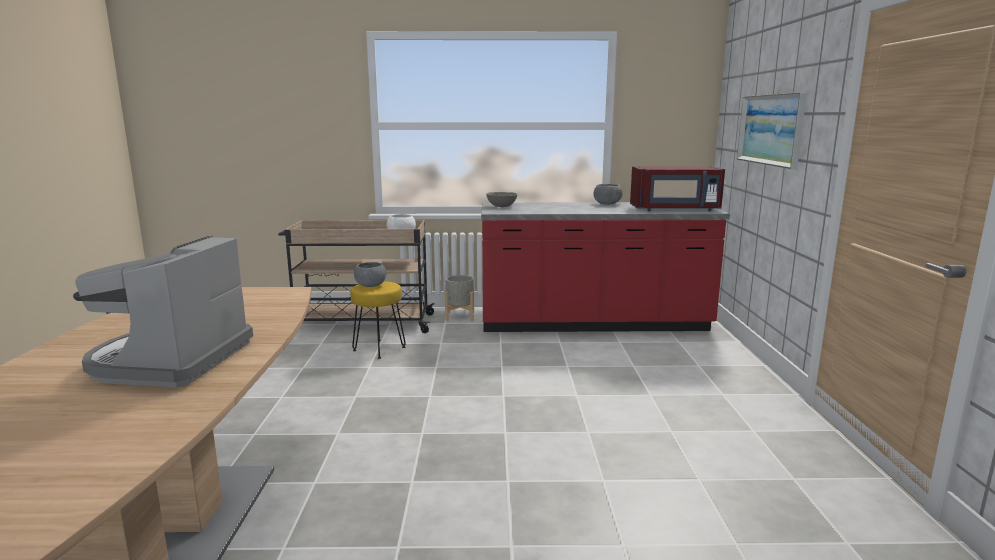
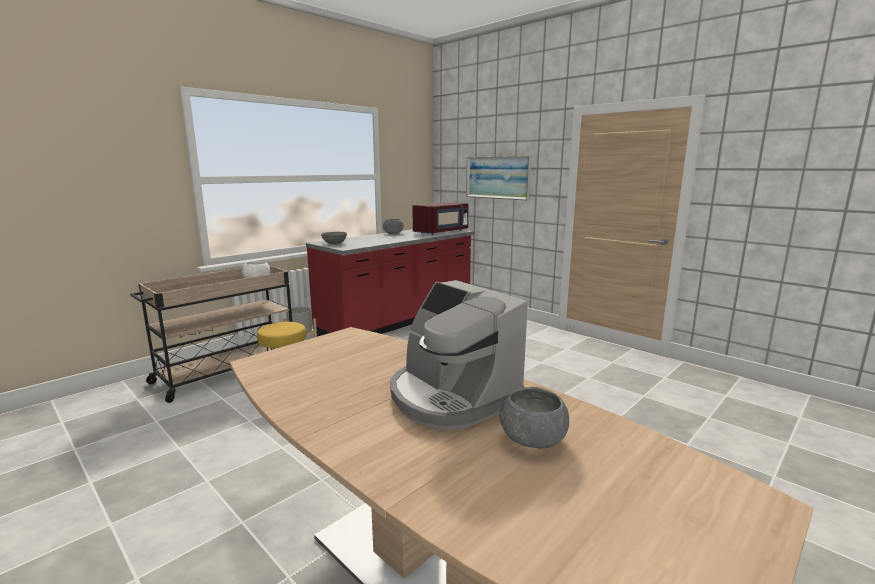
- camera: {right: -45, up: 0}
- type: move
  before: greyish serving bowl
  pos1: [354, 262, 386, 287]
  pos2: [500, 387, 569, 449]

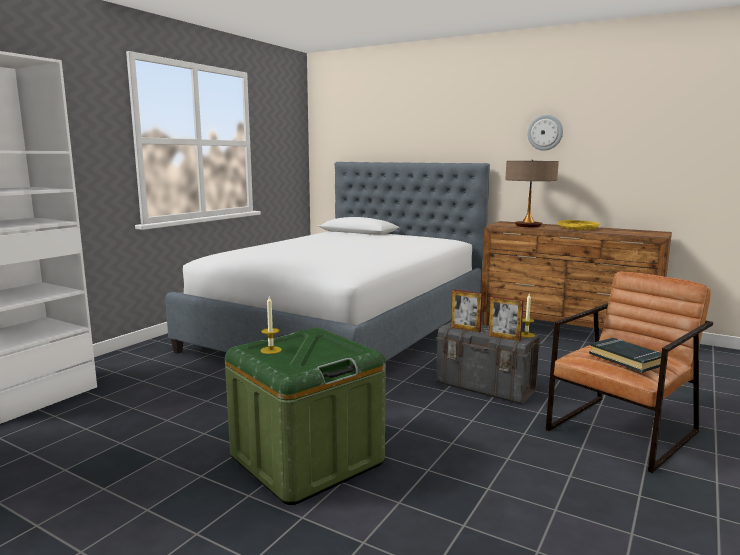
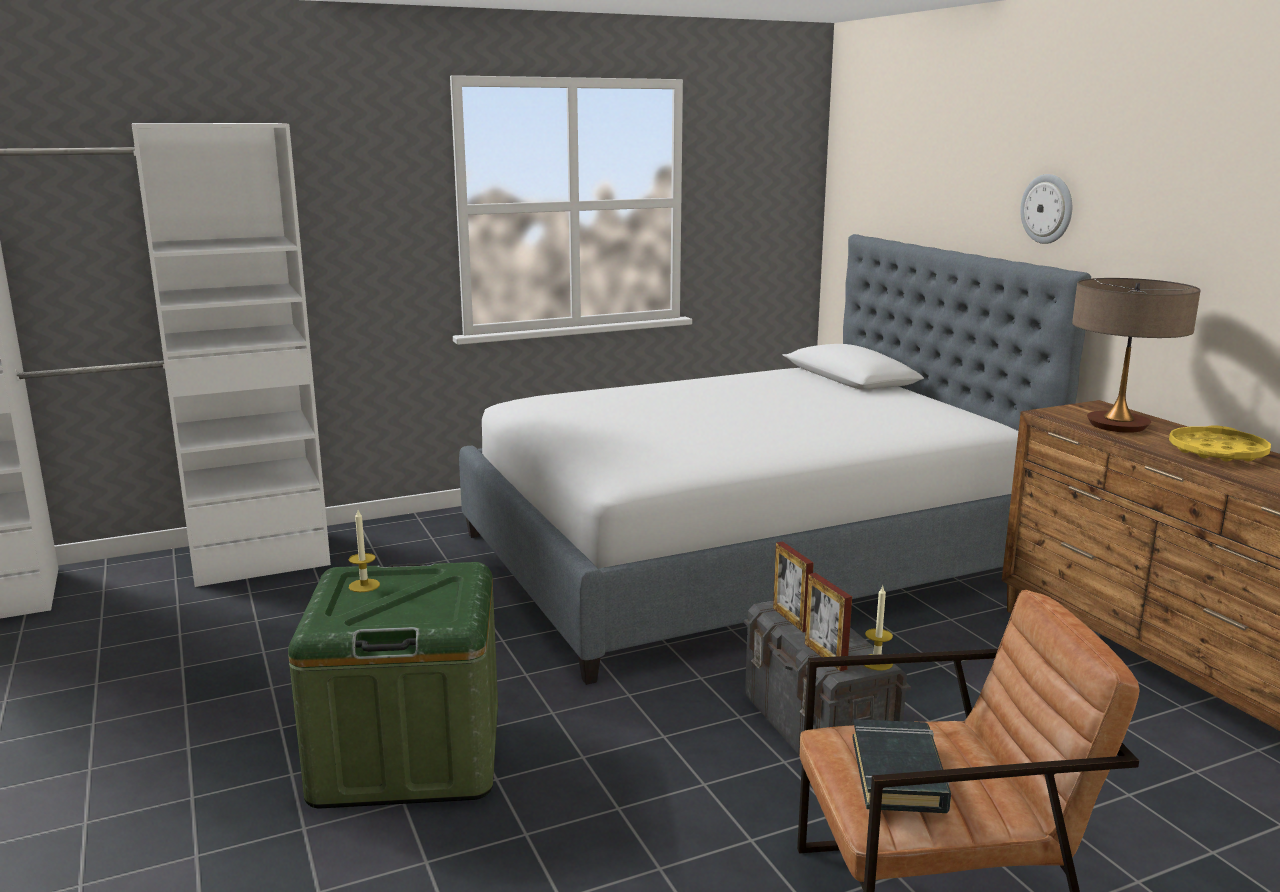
- camera: {right: 35, up: 5}
- type: move
  before: hanging clock
  pos1: [528, 115, 563, 151]
  pos2: [1020, 174, 1072, 244]

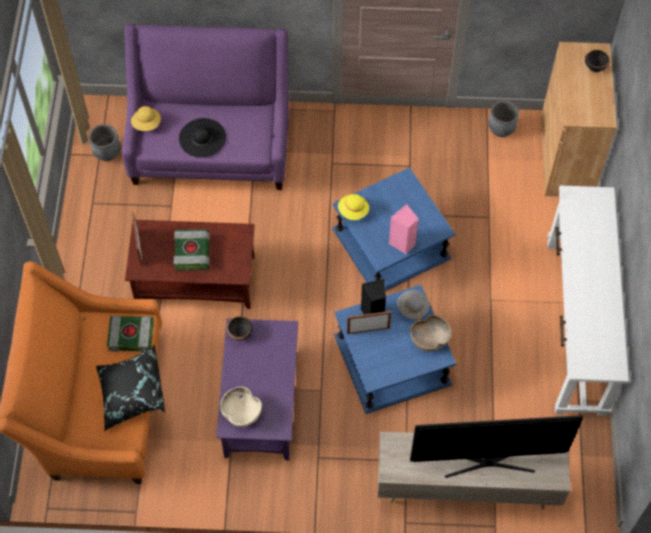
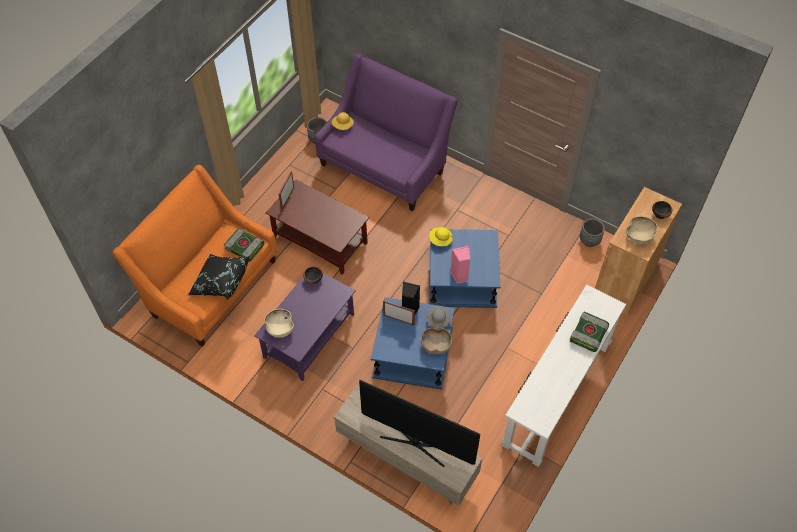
- camera: {right: 30, up: -5}
- type: delete
  before: black-coloured wearable hat
  pos1: [179, 118, 226, 157]
- type: insert
  after: beige serving bowl
  pos2: [626, 216, 658, 244]
- type: move
  before: bound book
  pos1: [173, 229, 210, 271]
  pos2: [570, 311, 609, 352]

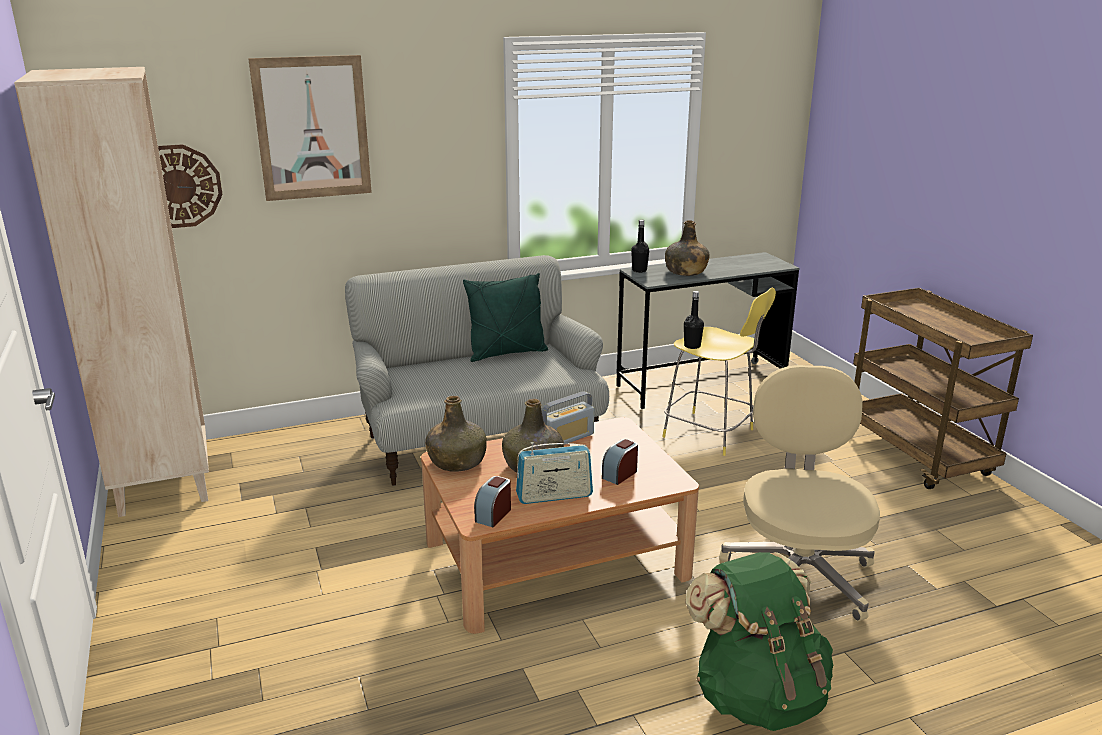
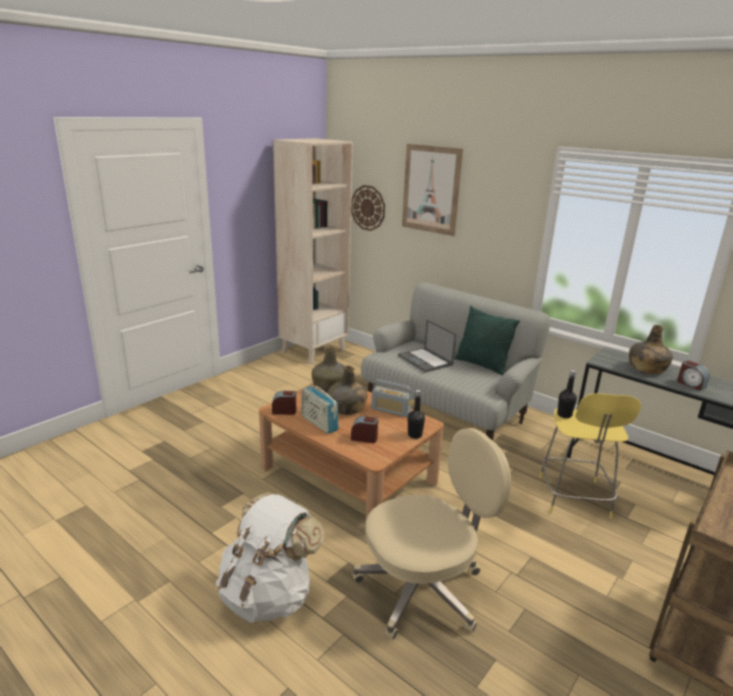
- camera: {right: 60, up: 0}
- type: insert
  after: laptop
  pos2: [398, 320, 456, 373]
- type: insert
  after: alarm clock
  pos2: [677, 361, 710, 391]
- type: move
  before: black-coloured bottle
  pos1: [631, 220, 649, 273]
  pos2: [408, 390, 425, 439]
- type: recolor
  before: green backpack
  after: white-coloured backpack
  pos1: [686, 552, 833, 731]
  pos2: [216, 492, 324, 623]

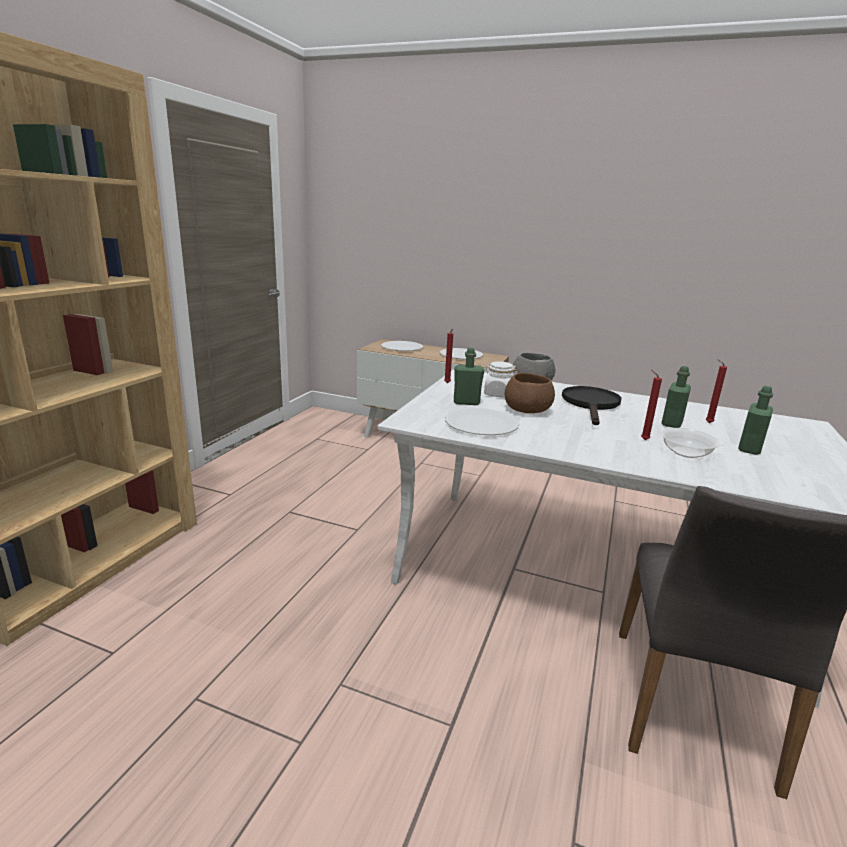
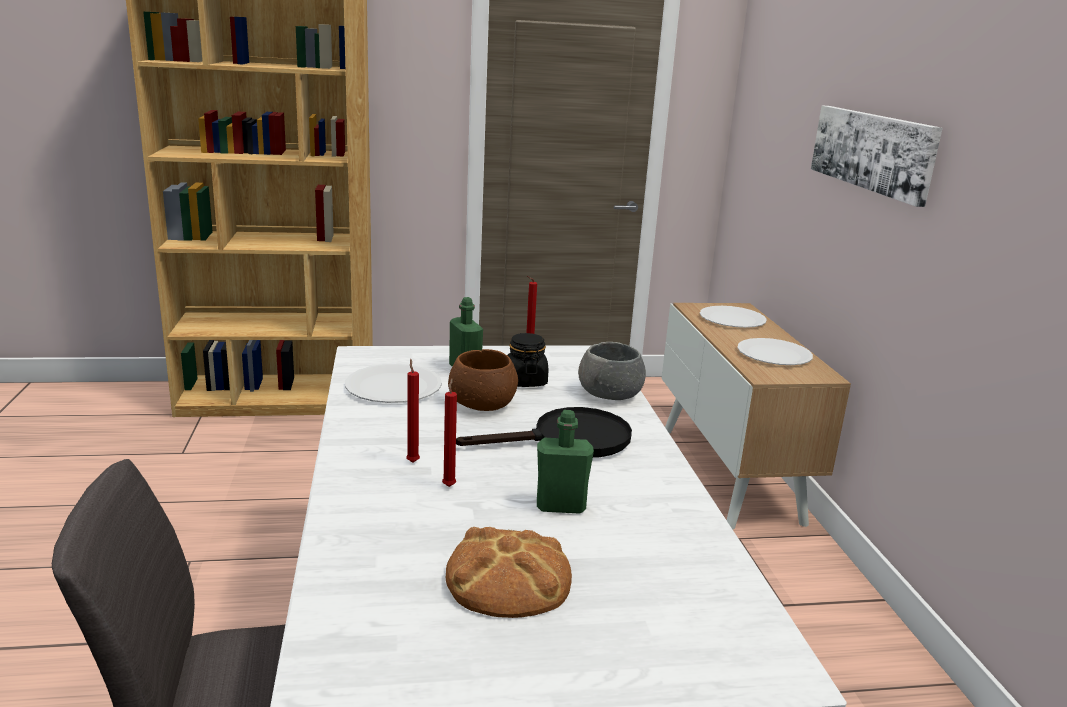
- camera: {right: 60, up: 0}
- type: delete
  before: serving bowl
  pos1: [661, 428, 720, 458]
- type: insert
  after: picture
  pos2: [811, 106, 943, 207]
- type: move
  before: red-coloured wax candle
  pos1: [706, 360, 727, 423]
  pos2: [406, 359, 420, 463]
- type: replace
  before: green bottle
  after: bread
  pos1: [738, 386, 773, 455]
  pos2: [446, 527, 572, 618]
- type: recolor
  before: white-coloured storage jar
  after: black-coloured storage jar
  pos1: [484, 361, 518, 398]
  pos2: [507, 333, 548, 387]

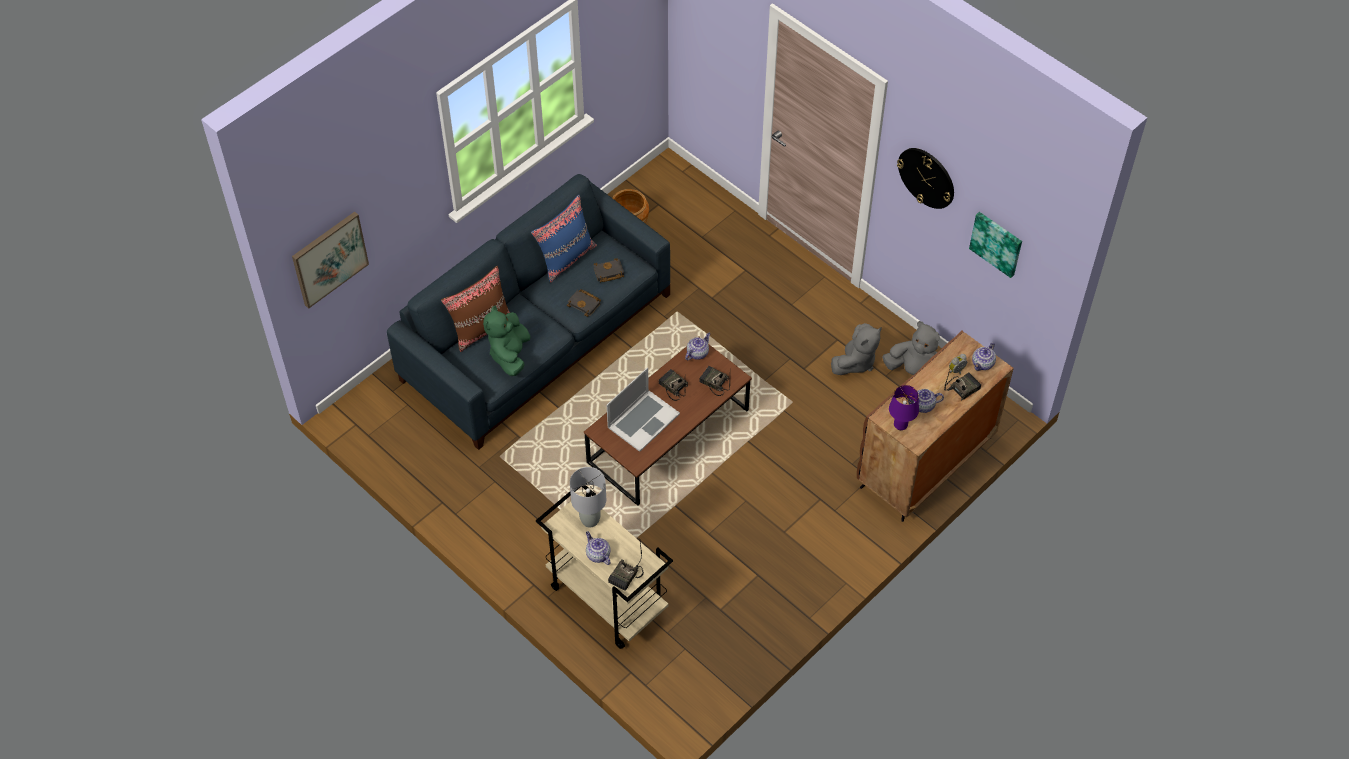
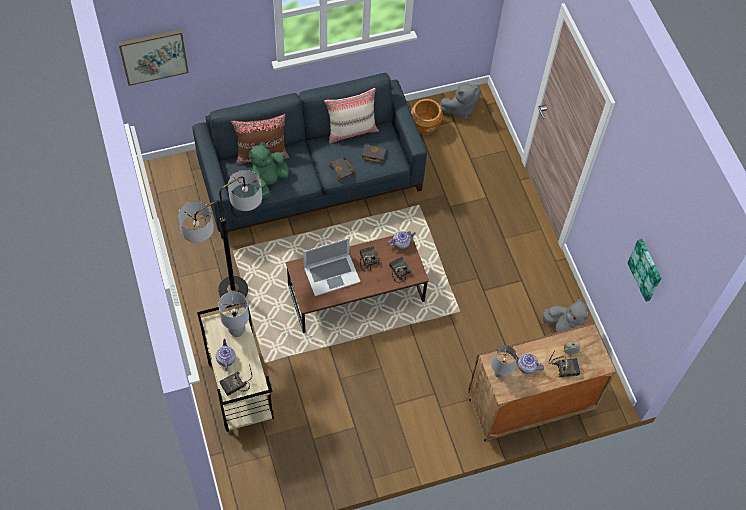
- camera: {right: 25, up: 5}
- type: delete
  before: hanging clock
  pos1: [897, 148, 954, 209]
- type: delete
  before: teapot
  pos1: [972, 342, 996, 371]
- type: insert
  after: floor lamp
  pos2: [178, 170, 262, 297]
- type: move
  before: greyish cuddly toy
  pos1: [831, 323, 882, 375]
  pos2: [439, 83, 481, 119]
- type: recolor
  before: bluish throw pillow
  after: beige throw pillow
  pos1: [531, 195, 597, 283]
  pos2: [324, 88, 379, 143]
- type: recolor
  before: purple table lamp
  after: greyish table lamp
  pos1: [889, 385, 919, 430]
  pos2: [491, 345, 517, 378]

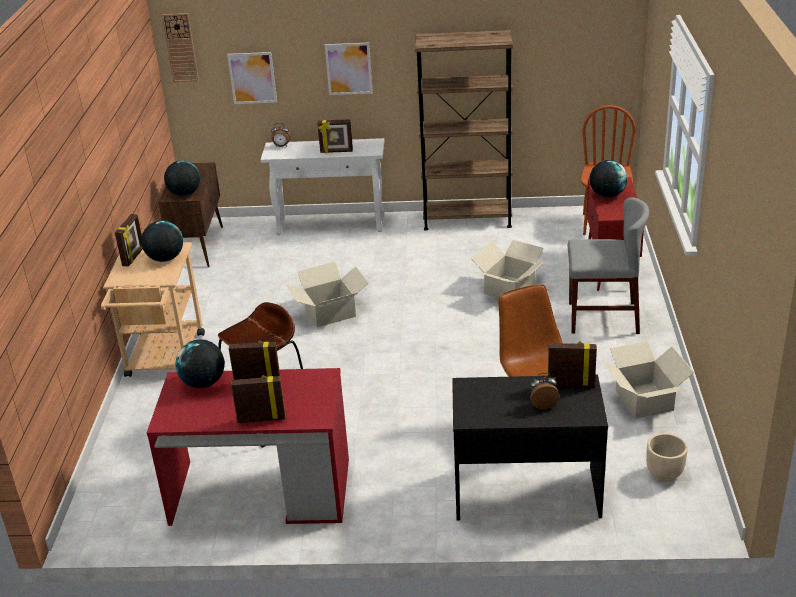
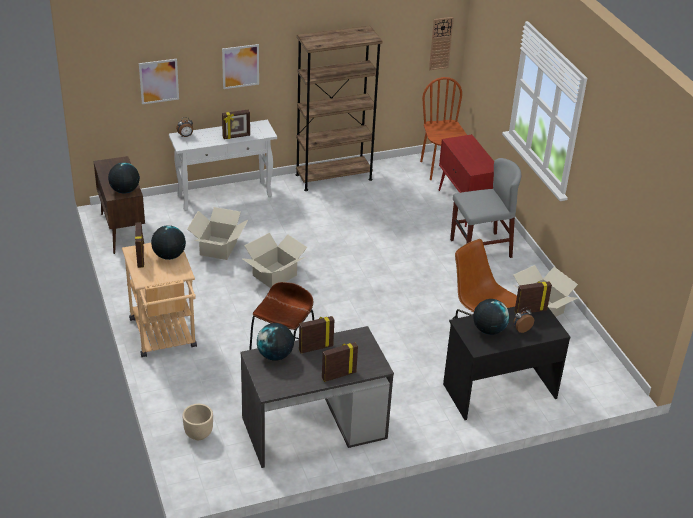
- camera: {right: -25, up: 5}
- type: move
  before: hanging clock
  pos1: [162, 13, 199, 82]
  pos2: [429, 17, 454, 70]
- type: move
  before: cardboard box
  pos1: [471, 240, 549, 298]
  pos2: [187, 207, 248, 260]
- type: move
  before: desk globe
  pos1: [589, 160, 628, 198]
  pos2: [473, 299, 509, 335]
- type: move
  before: beige flower pot
  pos1: [646, 433, 688, 481]
  pos2: [182, 404, 213, 440]
- type: recolor
  before: red-coloured desk unit
  after: greyish desk unit
  pos1: [147, 368, 349, 526]
  pos2: [240, 326, 394, 468]

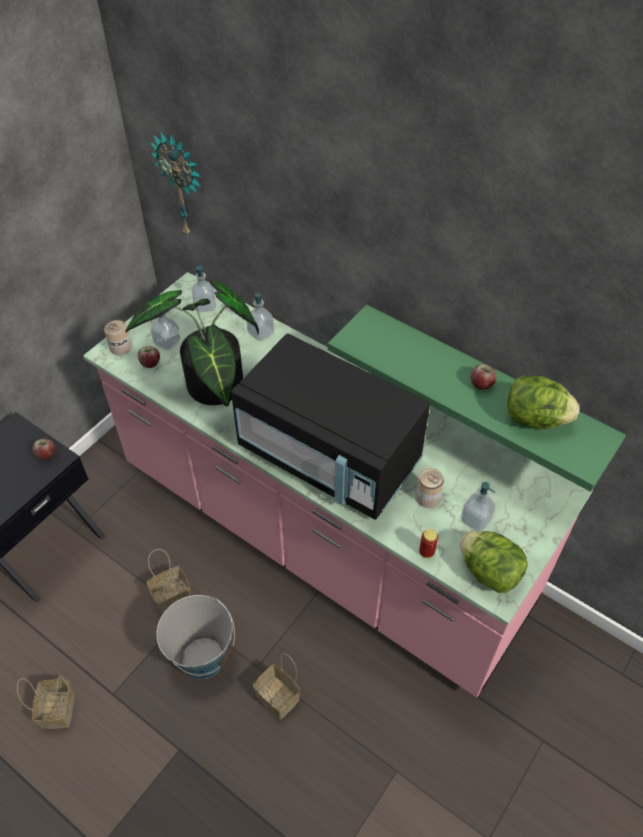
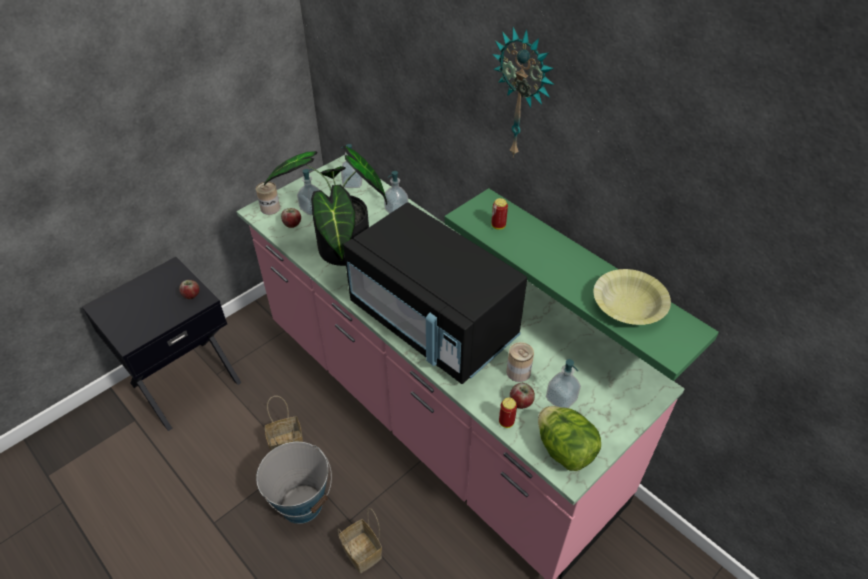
- camera: {right: 10, up: -5}
- type: delete
  before: storage basket
  pos1: [17, 676, 74, 729]
- type: insert
  after: metal can
  pos2: [491, 198, 508, 229]
- type: move
  before: hanging clock
  pos1: [150, 131, 202, 237]
  pos2: [492, 27, 554, 158]
- type: move
  before: apple
  pos1: [471, 364, 497, 390]
  pos2: [510, 383, 535, 409]
- type: replace
  before: lettuce
  after: yellow-coloured serving bowl
  pos1: [507, 375, 580, 429]
  pos2: [594, 269, 671, 325]

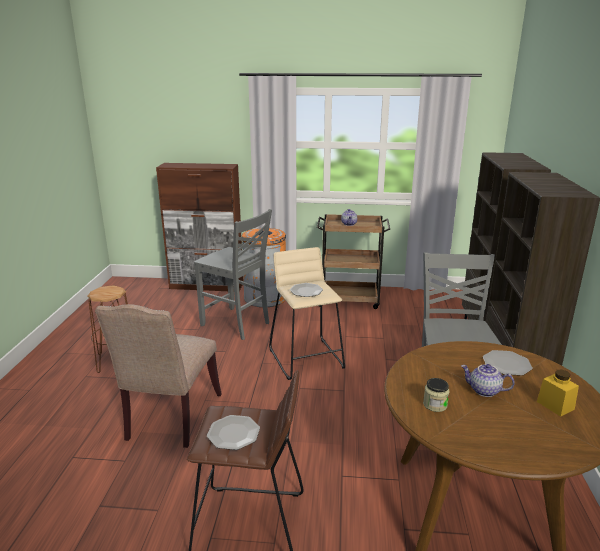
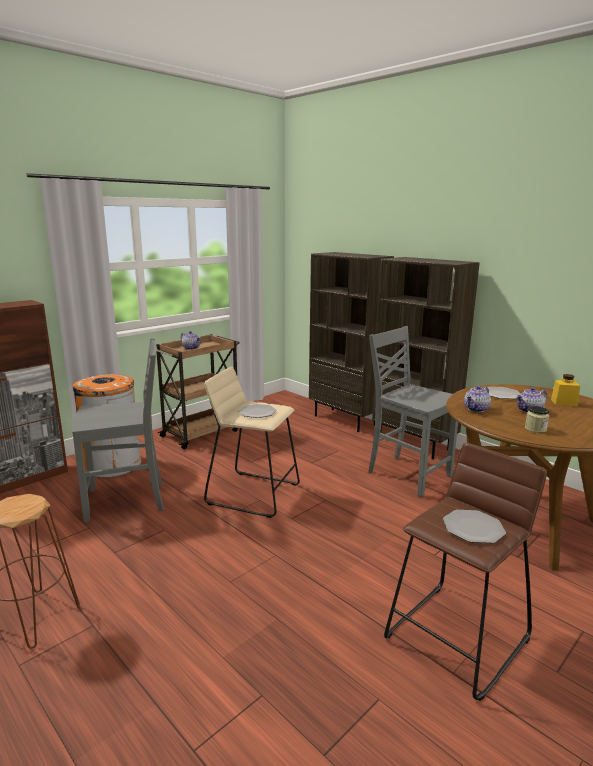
- camera: {right: -50, up: -5}
- type: delete
  before: beige upright chair
  pos1: [95, 304, 222, 448]
- type: insert
  after: teapot
  pos2: [464, 386, 491, 412]

